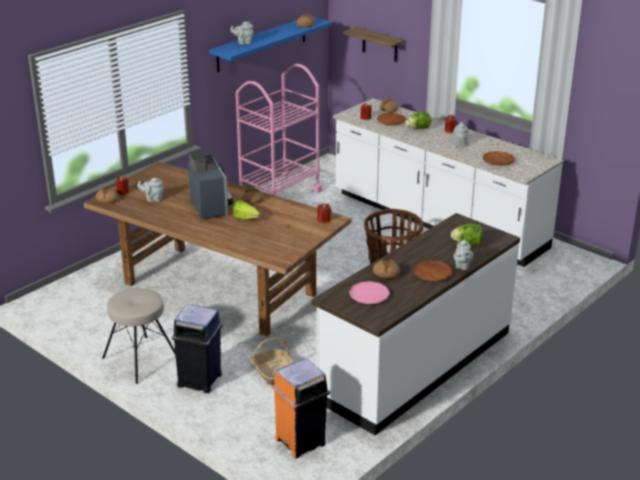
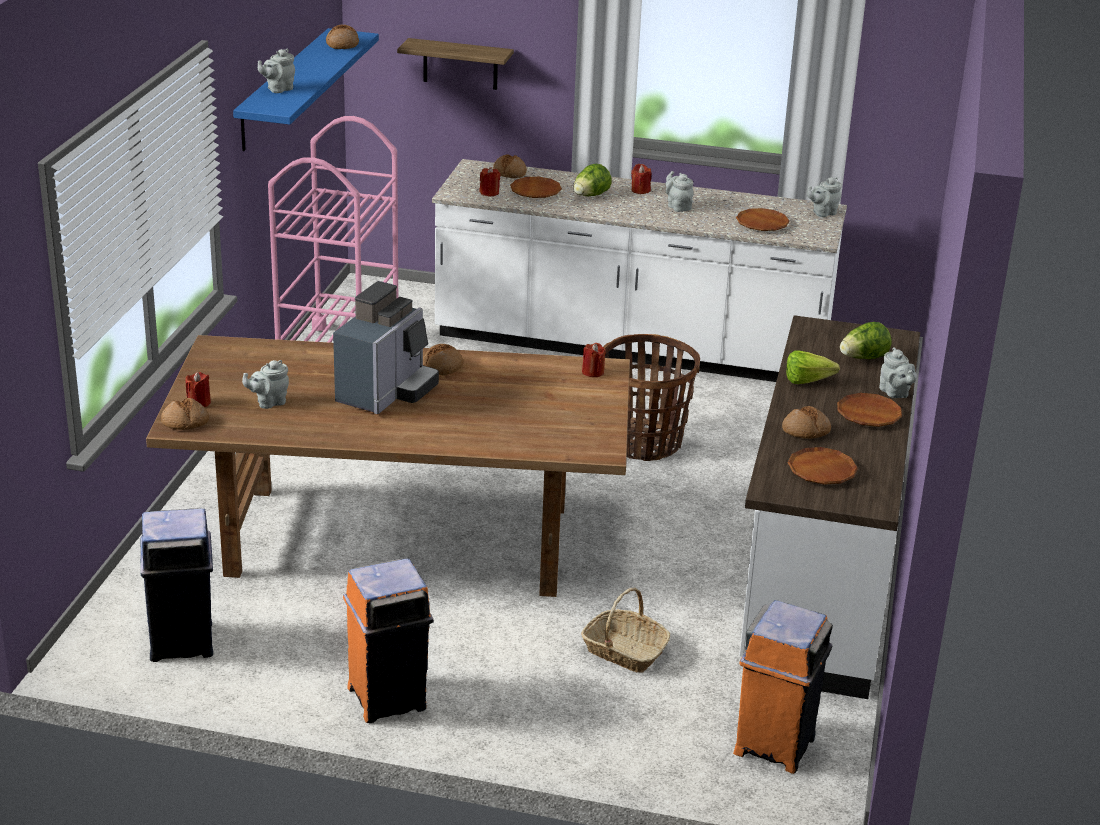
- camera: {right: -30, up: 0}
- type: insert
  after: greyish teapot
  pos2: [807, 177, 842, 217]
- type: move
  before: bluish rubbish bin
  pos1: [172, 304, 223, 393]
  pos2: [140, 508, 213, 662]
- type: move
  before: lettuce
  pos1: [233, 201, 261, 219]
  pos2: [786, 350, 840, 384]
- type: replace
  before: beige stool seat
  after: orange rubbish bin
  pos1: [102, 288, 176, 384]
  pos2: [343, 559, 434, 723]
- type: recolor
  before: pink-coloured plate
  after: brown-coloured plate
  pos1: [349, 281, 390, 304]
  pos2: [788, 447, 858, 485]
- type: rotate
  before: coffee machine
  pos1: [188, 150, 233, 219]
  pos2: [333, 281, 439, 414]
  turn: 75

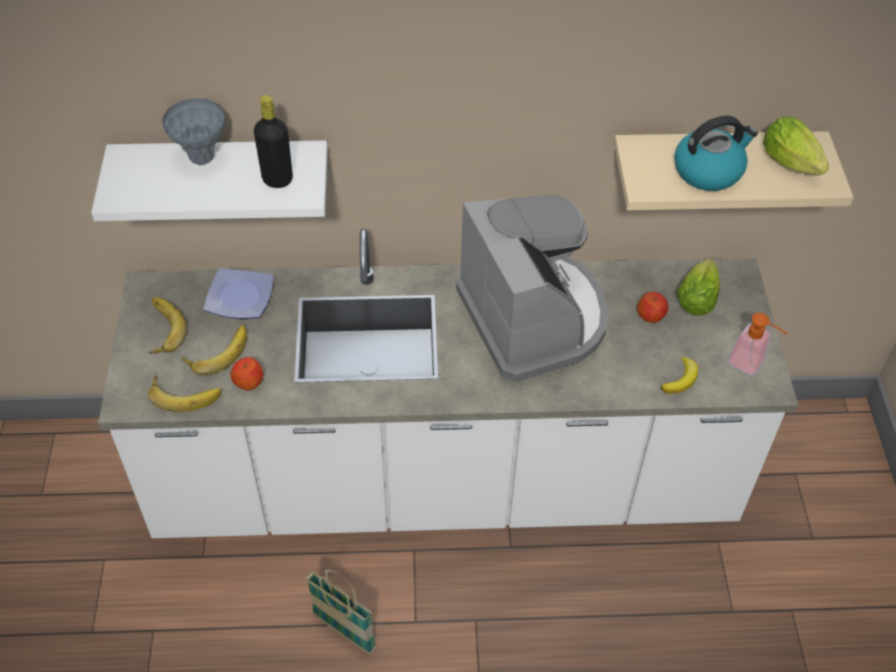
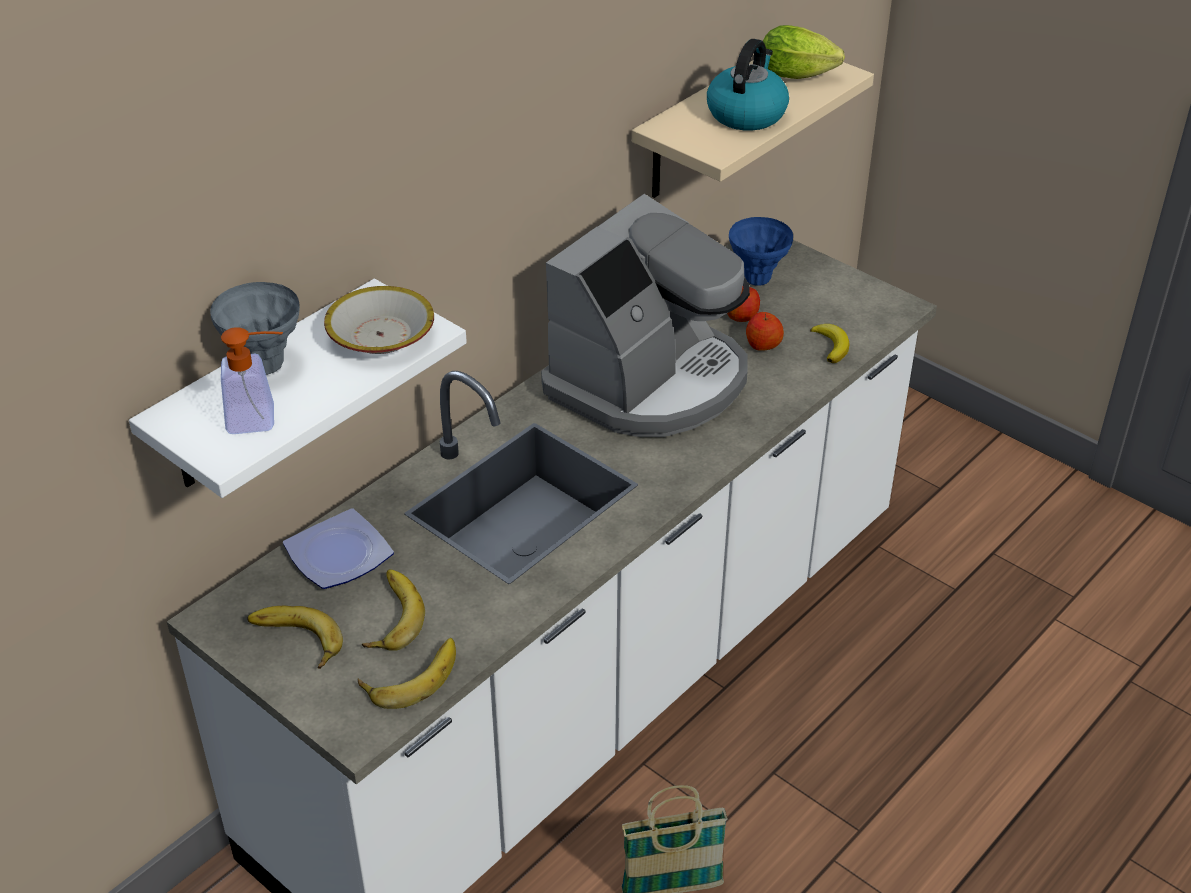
- camera: {right: -45, up: -10}
- type: move
  before: apple
  pos1: [231, 357, 263, 390]
  pos2: [746, 312, 784, 351]
- type: move
  before: soap dispenser
  pos1: [728, 313, 788, 376]
  pos2: [221, 327, 283, 434]
- type: replace
  before: black-coloured bottle
  after: serving bowl
  pos1: [254, 95, 293, 188]
  pos2: [324, 286, 434, 354]
- type: replace
  before: lettuce
  after: bluish flower vase
  pos1: [677, 259, 720, 315]
  pos2: [729, 217, 793, 286]
- type: rotate
  before: coffee machine
  pos1: [456, 195, 608, 383]
  pos2: [541, 194, 750, 437]
  turn: 105

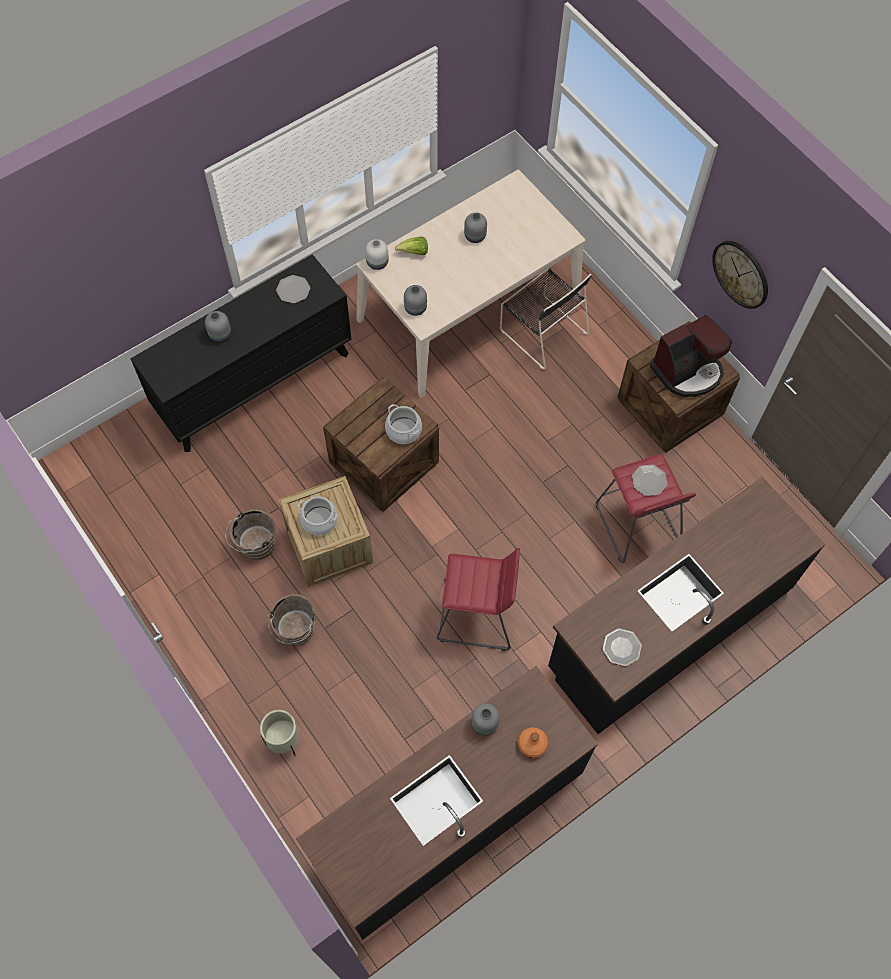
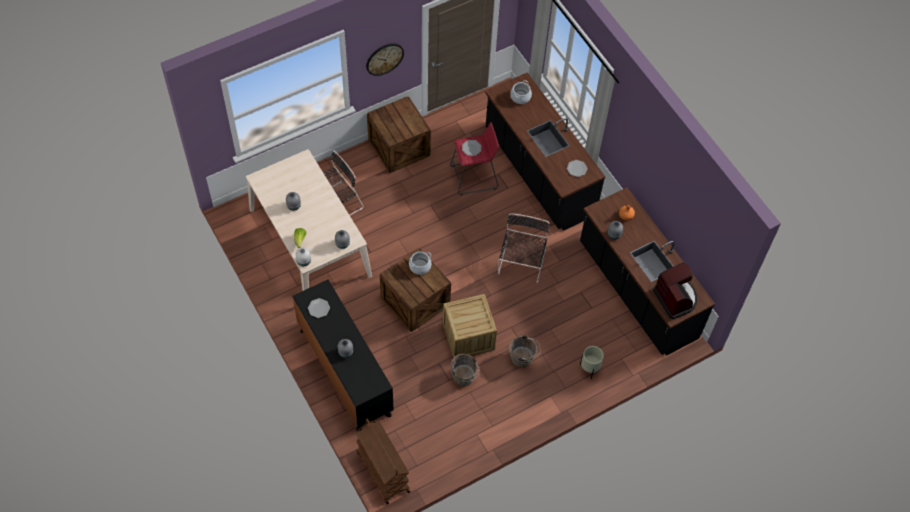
- camera: {right: -85, up: -5}
- type: insert
  after: brown-coloured wheeled cart
  pos2: [355, 419, 410, 505]
- type: move
  before: cooking pot
  pos1: [297, 496, 338, 535]
  pos2: [510, 80, 532, 104]
- type: move
  before: coffee machine
  pos1: [650, 315, 732, 397]
  pos2: [653, 262, 697, 319]
- type: replace
  before: red-coloured stool seat
  after: black-coloured upright chair
  pos1: [437, 548, 520, 651]
  pos2: [498, 213, 550, 283]

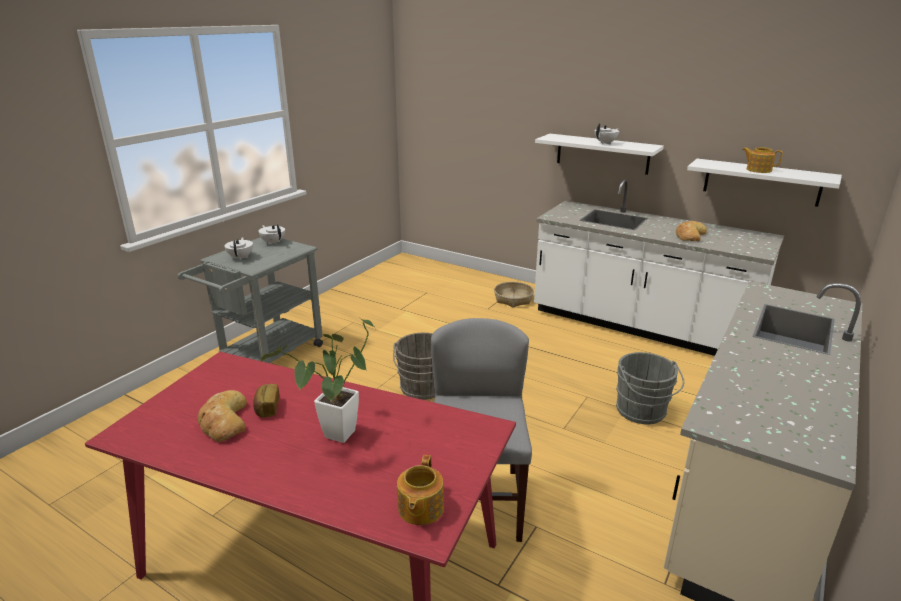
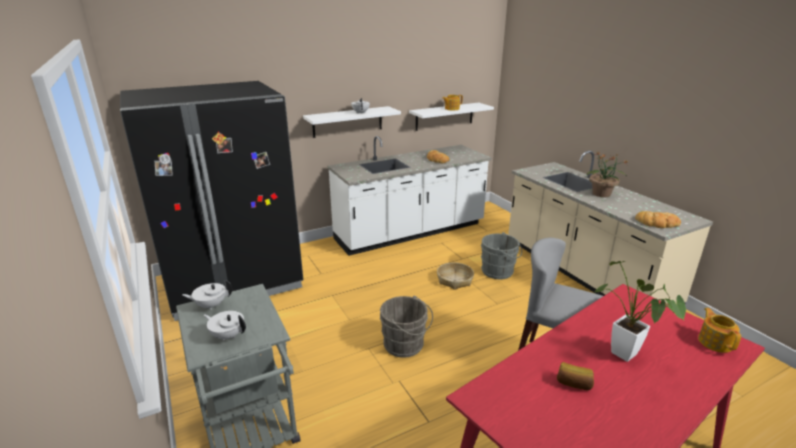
- camera: {right: -60, up: 0}
- type: insert
  after: black-coloured fridge
  pos2: [120, 81, 303, 321]
- type: insert
  after: plant in a pot
  pos2: [587, 151, 629, 197]
- type: move
  before: bread
  pos1: [198, 390, 247, 442]
  pos2: [635, 211, 681, 228]
- type: move
  before: storage basket
  pos1: [494, 282, 534, 307]
  pos2: [437, 262, 474, 290]
- type: rotate
  before: teapot
  pos1: [397, 455, 444, 525]
  pos2: [698, 308, 741, 353]
  turn: -135

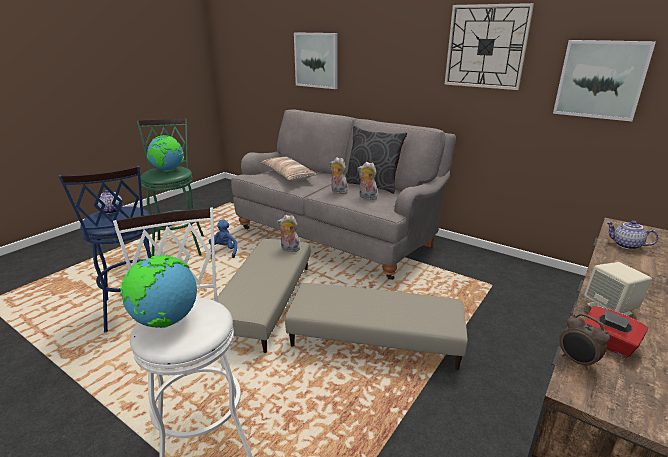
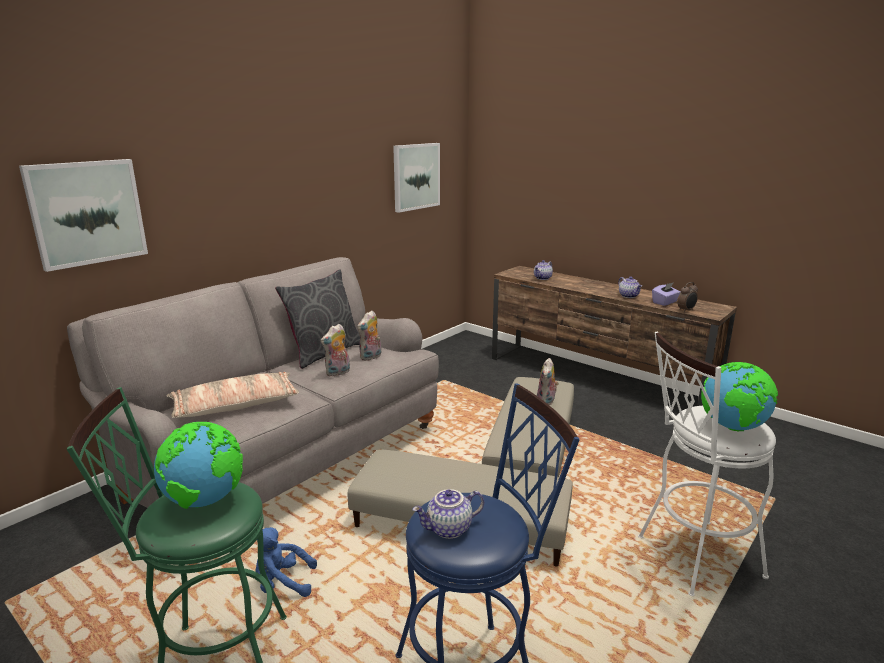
- camera: {right: -85, up: -5}
- type: delete
  before: hanging clock
  pos1: [444, 3, 534, 90]
- type: move
  before: cuddly toy
  pos1: [277, 215, 300, 252]
  pos2: [537, 358, 559, 405]
- type: replace
  before: beige audio speaker
  after: teapot
  pos1: [584, 262, 652, 316]
  pos2: [618, 276, 642, 298]
- type: recolor
  before: red-coloured tissue holder
  after: purple tissue holder
  pos1: [584, 306, 648, 357]
  pos2: [652, 282, 681, 306]

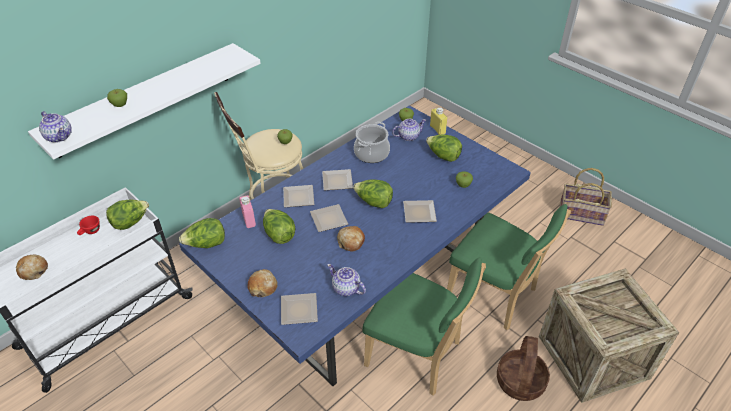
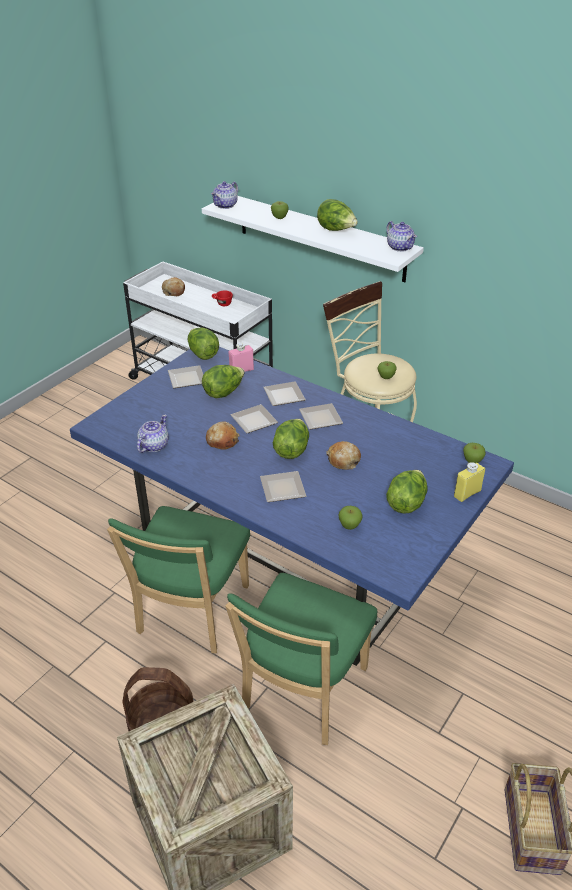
- camera: {right: 80, up: -5}
- type: delete
  before: cooking pot
  pos1: [354, 122, 390, 163]
- type: move
  before: lettuce
  pos1: [106, 200, 149, 230]
  pos2: [317, 199, 358, 231]
- type: move
  before: bread
  pos1: [247, 269, 278, 297]
  pos2: [326, 441, 361, 470]
- type: move
  before: plate
  pos1: [281, 293, 318, 325]
  pos2: [168, 365, 203, 388]
- type: move
  before: teapot
  pos1: [392, 119, 426, 141]
  pos2: [386, 221, 417, 252]

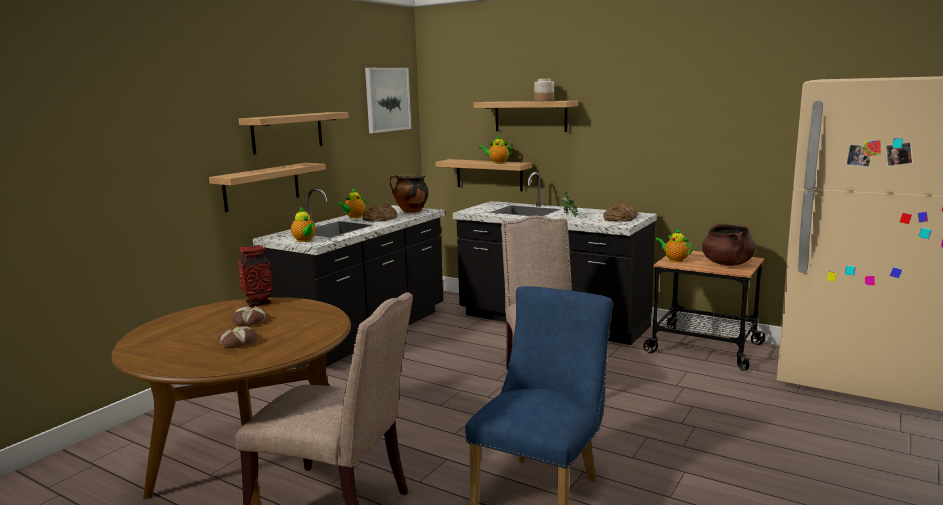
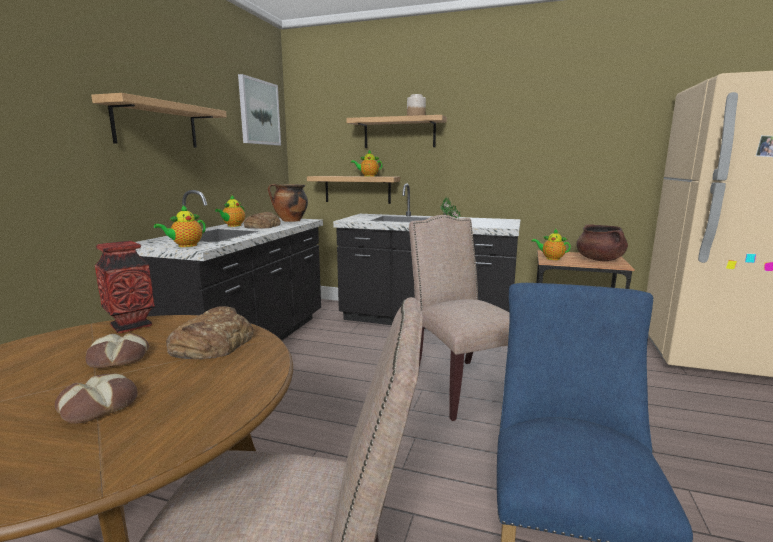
- camera: {right: -15, up: 0}
- type: delete
  before: bracket shelf
  pos1: [209, 163, 326, 212]
- type: move
  before: bread
  pos1: [603, 203, 638, 222]
  pos2: [166, 306, 254, 359]
- type: rotate
  before: teapot
  pos1: [291, 206, 316, 242]
  pos2: [154, 205, 206, 247]
  turn: 90

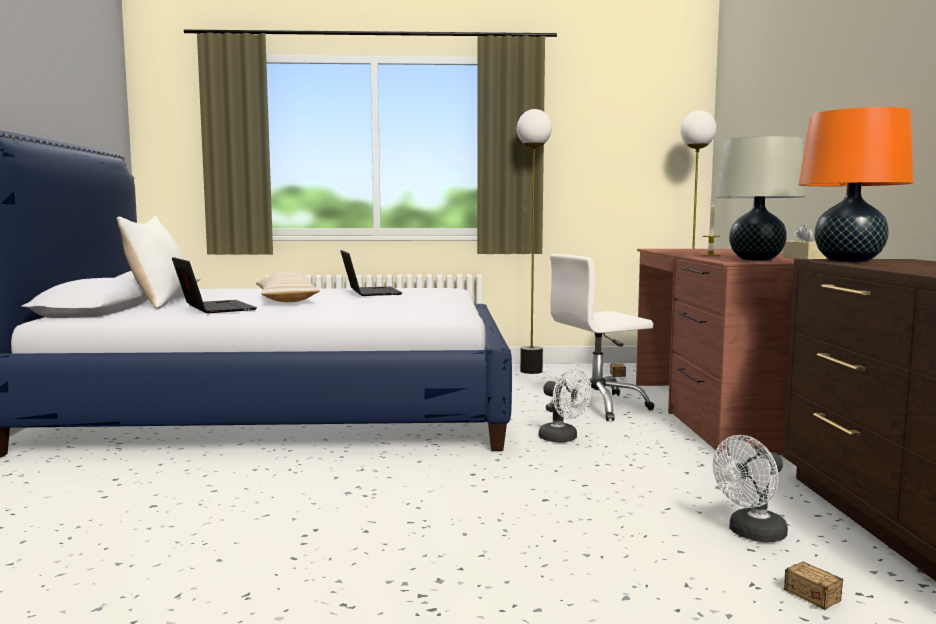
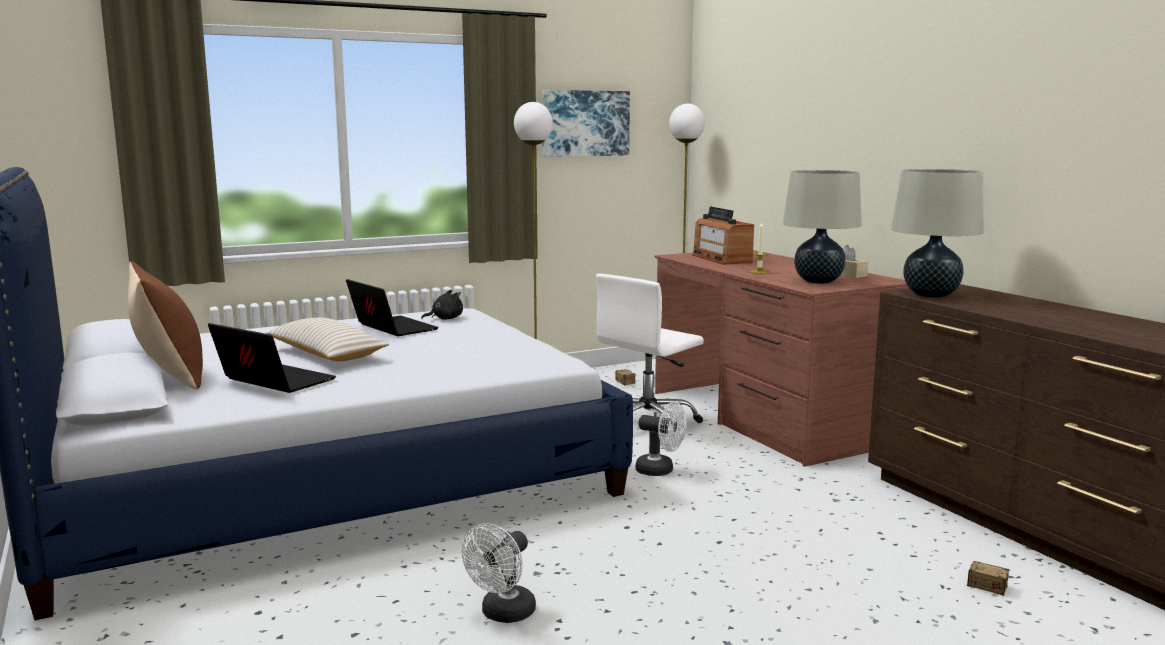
- camera: {right: -25, up: 5}
- type: insert
  after: black-coloured cuddly toy
  pos2: [421, 290, 463, 319]
- type: insert
  after: picture
  pos2: [542, 90, 630, 157]
- type: insert
  after: radio receiver
  pos2: [692, 206, 754, 265]
- type: move
  before: white-coloured cooling fan
  pos1: [713, 435, 788, 542]
  pos2: [462, 523, 536, 623]
- type: recolor
  before: white-coloured throw pillow
  after: brown-coloured throw pillow
  pos1: [117, 216, 185, 309]
  pos2: [128, 261, 203, 389]
- type: recolor
  before: orange table lamp
  after: beige table lamp
  pos1: [799, 107, 913, 262]
  pos2: [891, 169, 984, 298]

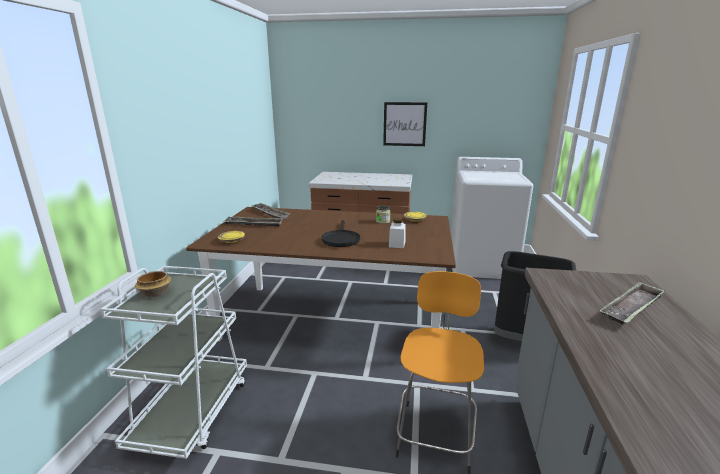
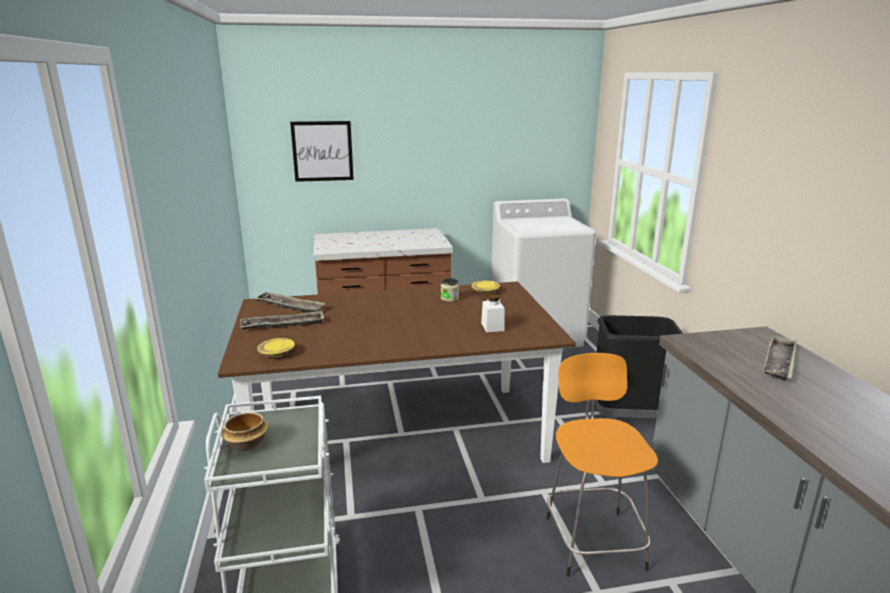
- camera: {right: -20, up: 0}
- type: delete
  before: black-coloured pan
  pos1: [322, 220, 360, 247]
- type: move
  before: picture
  pos1: [383, 102, 427, 146]
  pos2: [290, 121, 354, 182]

